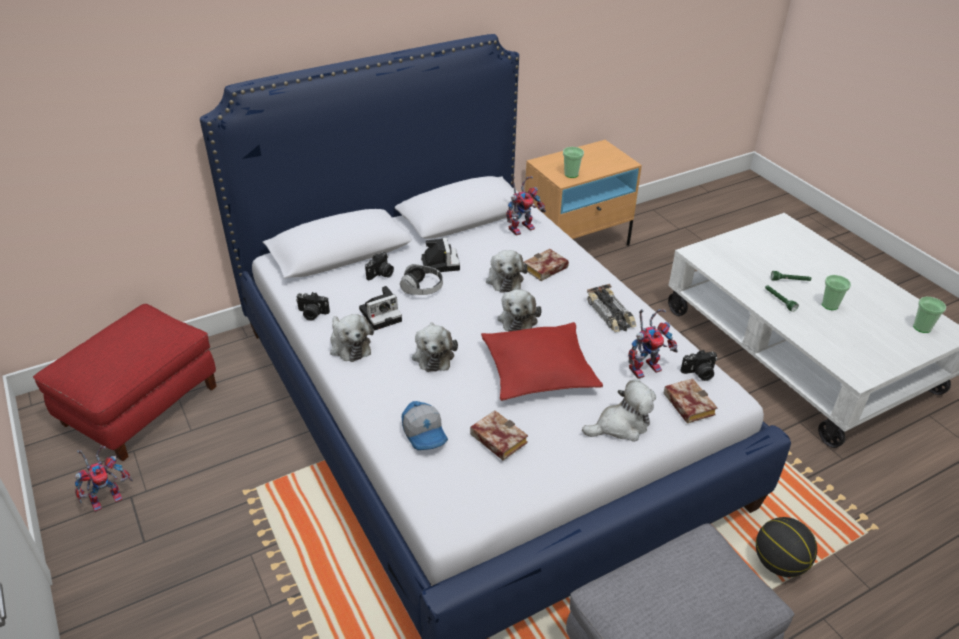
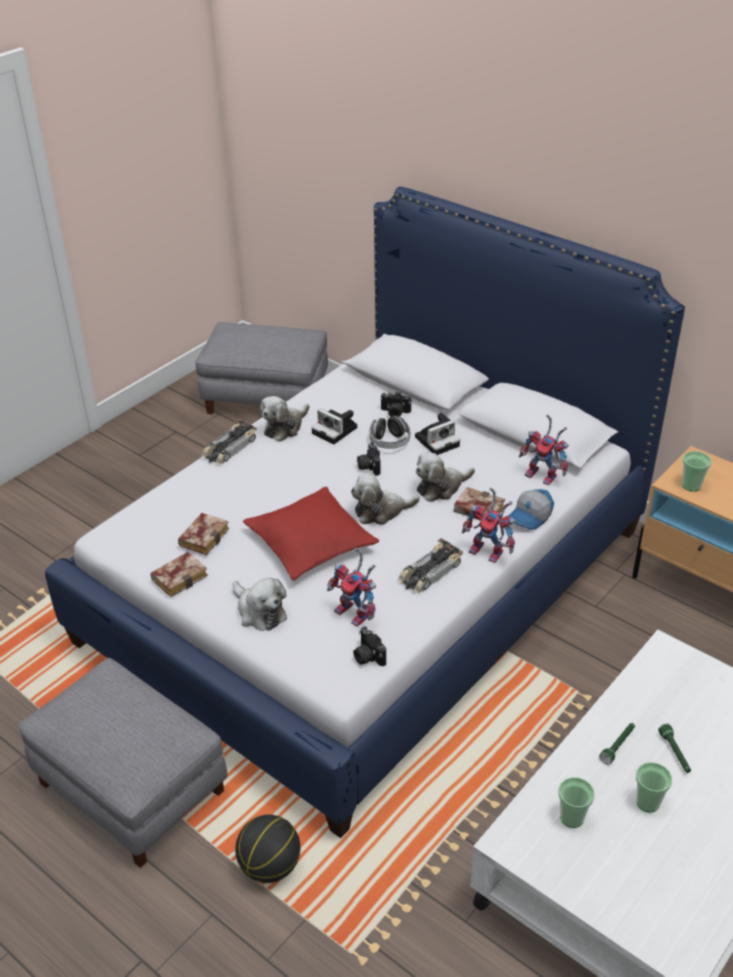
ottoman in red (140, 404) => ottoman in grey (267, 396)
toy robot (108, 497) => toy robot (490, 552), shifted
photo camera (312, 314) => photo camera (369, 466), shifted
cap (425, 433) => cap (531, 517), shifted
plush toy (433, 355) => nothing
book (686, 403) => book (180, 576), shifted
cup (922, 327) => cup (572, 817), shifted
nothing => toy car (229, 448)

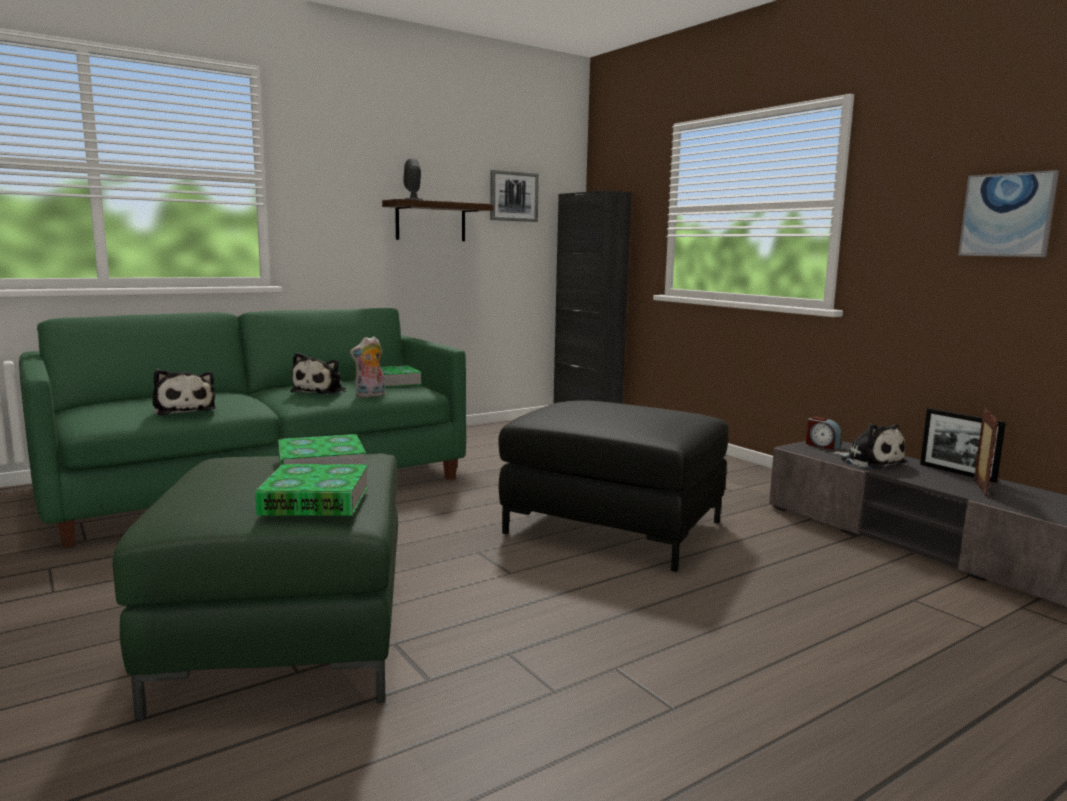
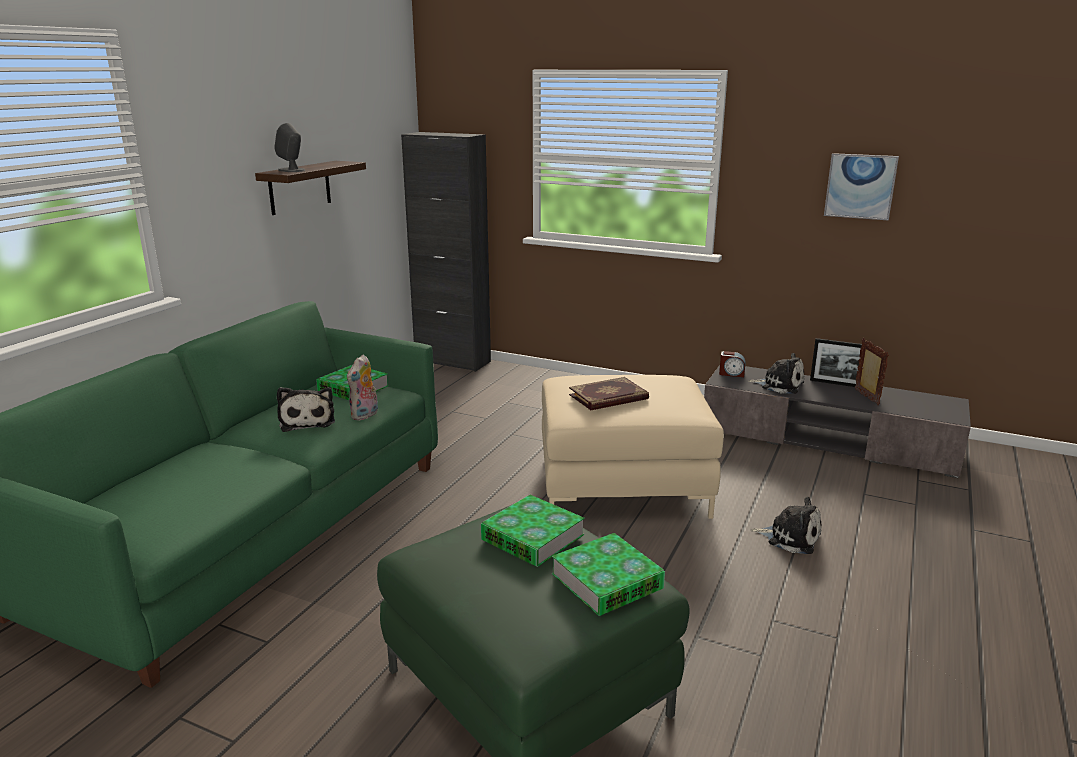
plush toy (184, 410) => plush toy (790, 537), shifted
picture (513, 196) => nothing
ottoman in black (613, 527) => ottoman in beige (622, 487)
nothing => book (609, 397)

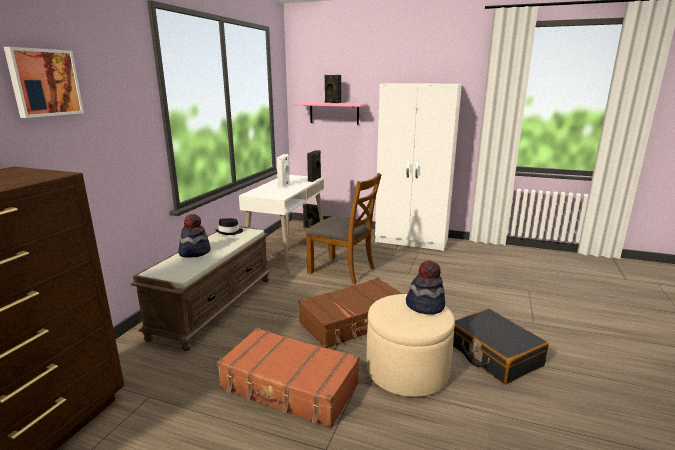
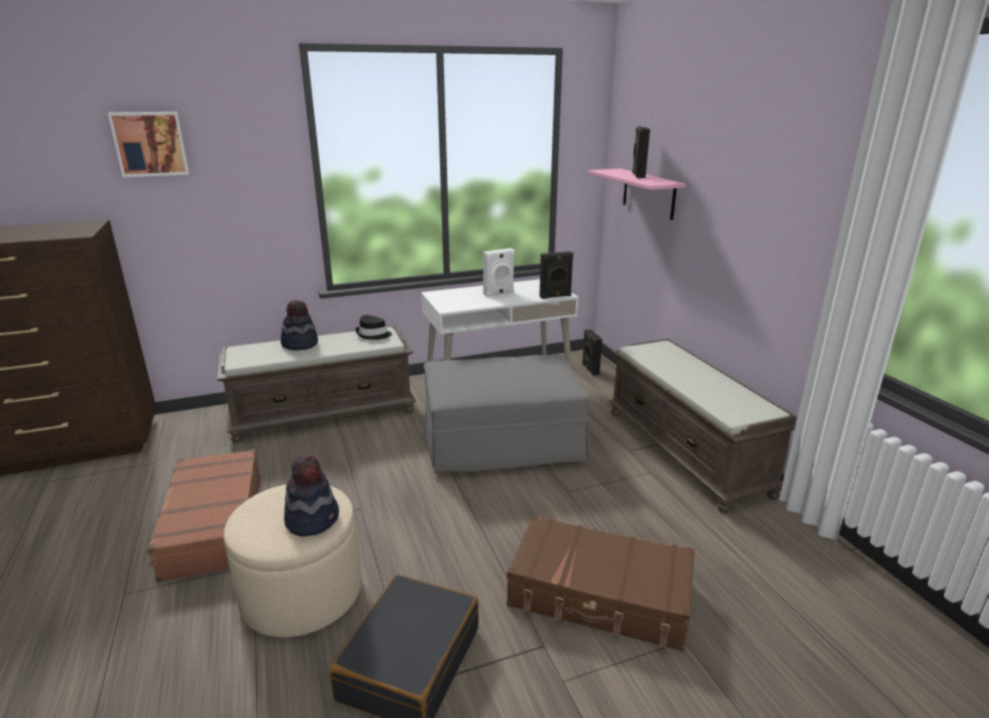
suitcase in brown (354, 321) => suitcase in brown (600, 596), shifted
chair in brown (342, 270) => ottoman in grey (502, 441)
wardrobe in white (412, 240) => bench in brown (687, 451)

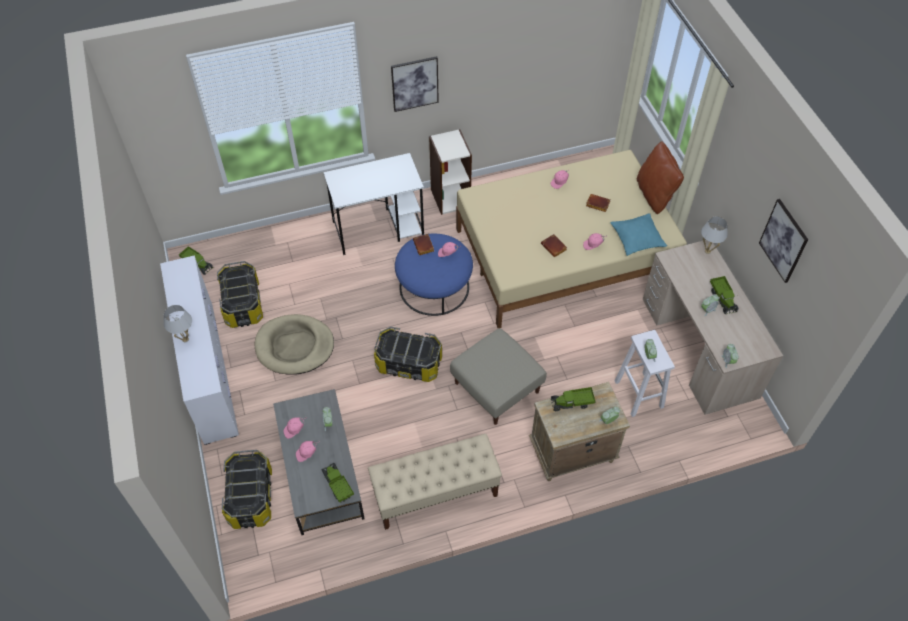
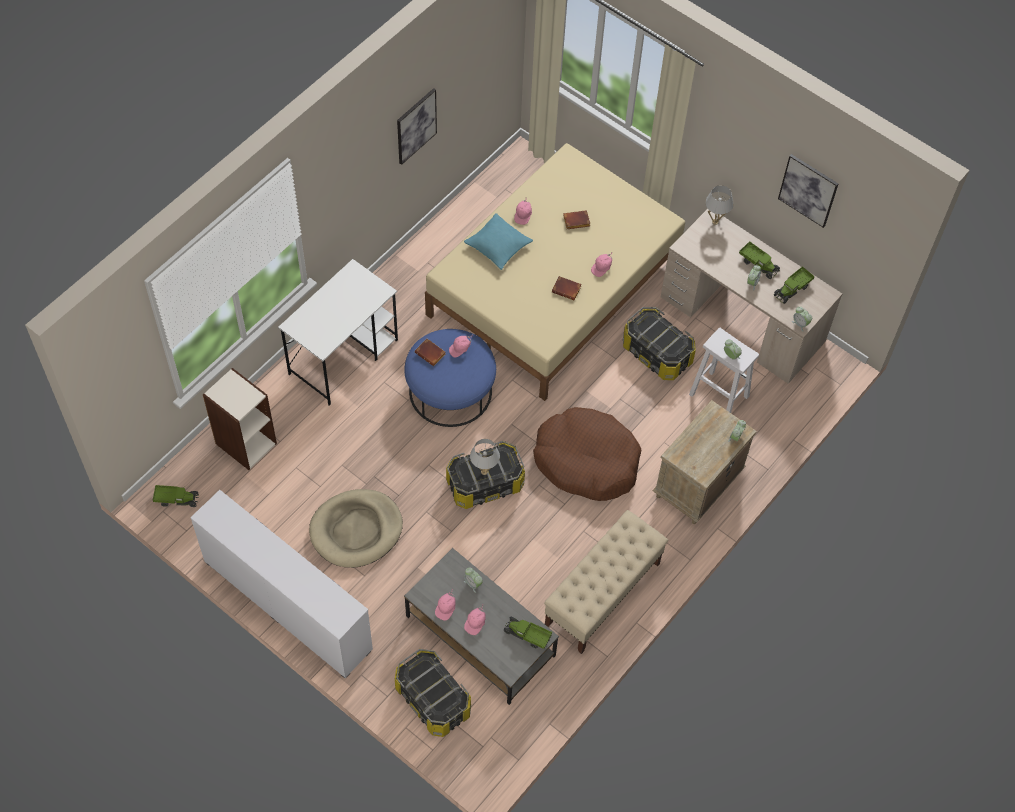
table lamp in white (185, 339) => table lamp in white (484, 471), shifted
storage box (243, 304) => storage box (657, 353), shifted
picture (415, 83) => picture (416, 126), shifted
bookcase (450, 198) => bookcase (245, 443), shifted
ottoman in beige (497, 387) => dog bed in brown (586, 461)
toy truck (572, 403) => toy truck (792, 289), shifted
pillow in turquoise (637, 238) => pillow in turquoise (498, 245), shifted
pillow in brown (654, 195) => nothing

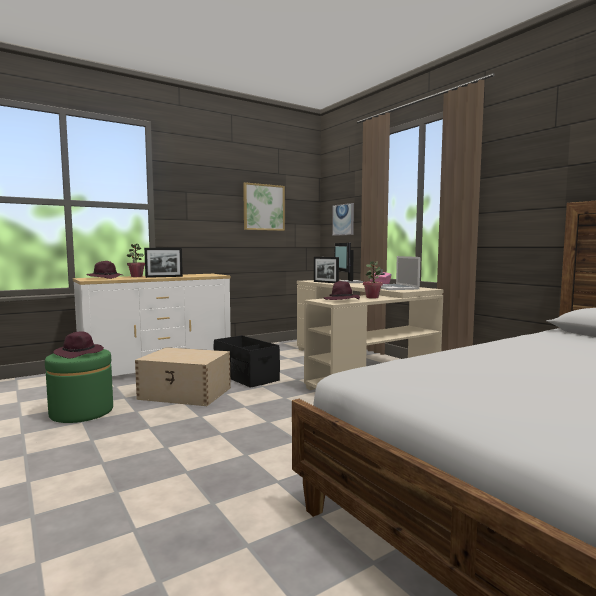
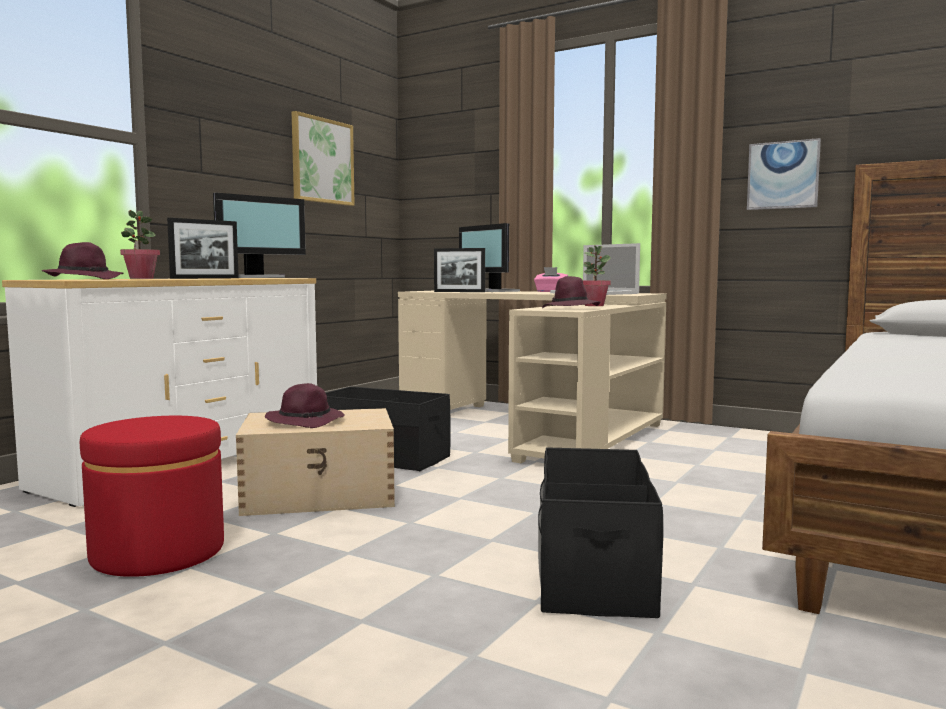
ottoman in green (81, 412) => ottoman in red (158, 552)
hat in purple (80, 353) => hat in purple (306, 421), shifted
picture (343, 219) => picture (783, 175), shifted
nothing => monitor (256, 277)
nothing => storage box in black (592, 572)

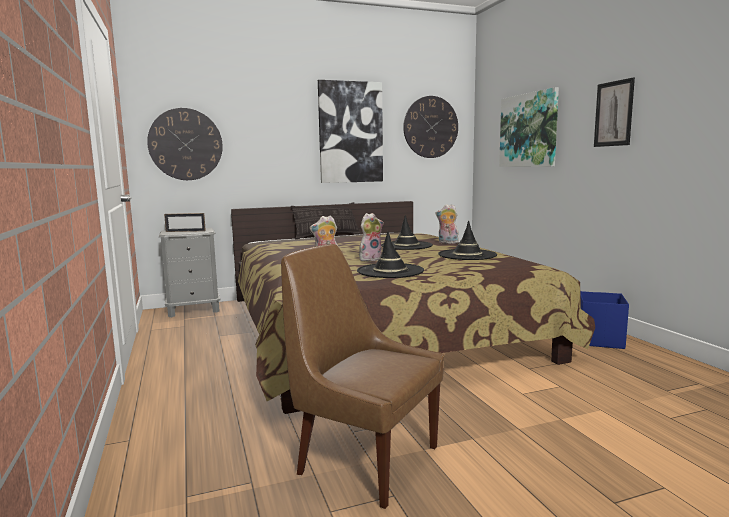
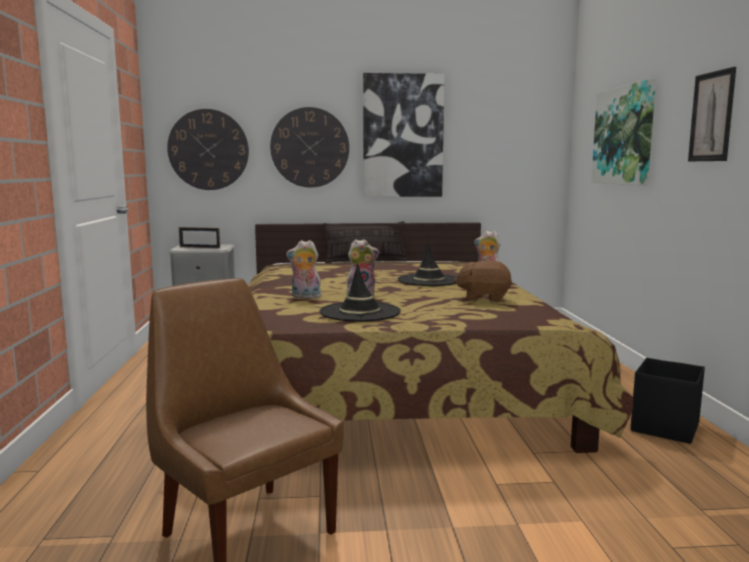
wall clock (430, 127) => wall clock (310, 147), shifted
hat in black (467, 255) => plush toy in brown (483, 298)
storage box in blue (599, 340) => storage box in black (664, 427)

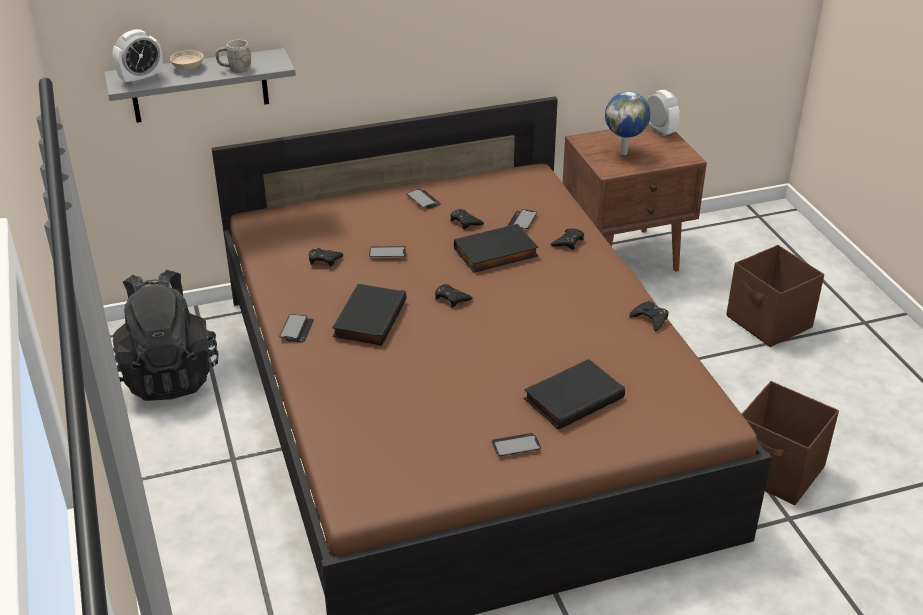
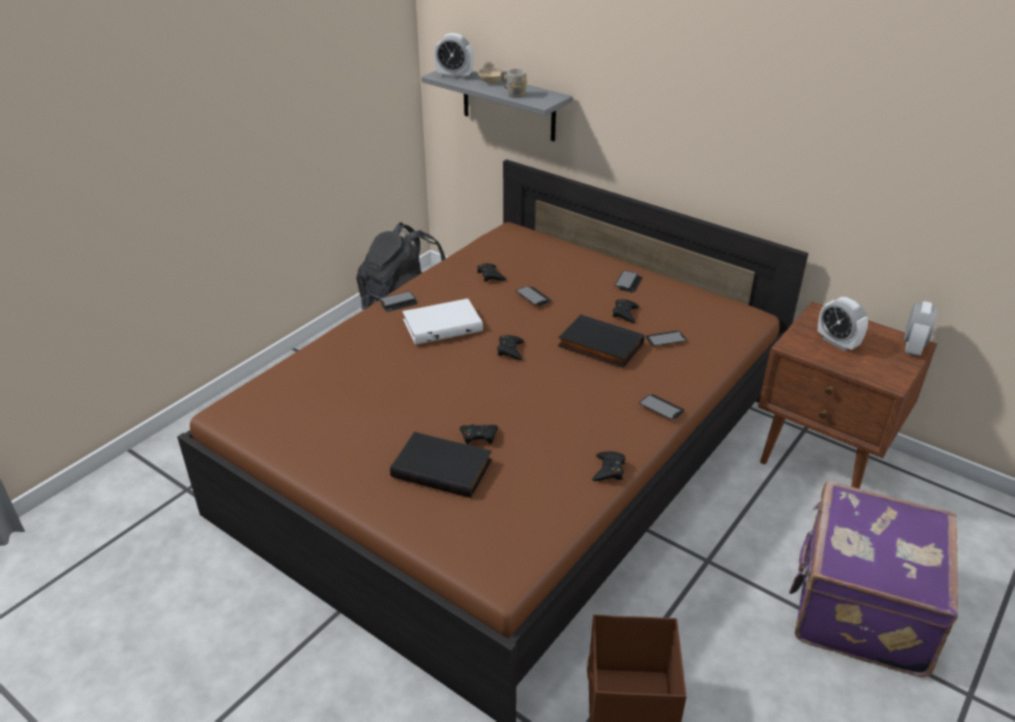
book in black (368, 318) => book in white (442, 324)
phone (516, 446) => phone (661, 408), shifted
game controller in black (568, 242) => game controller in black (479, 436), shifted
globe (624, 153) => alarm clock (837, 342)
storage box in brown (769, 323) => suitcase in purple (859, 608)

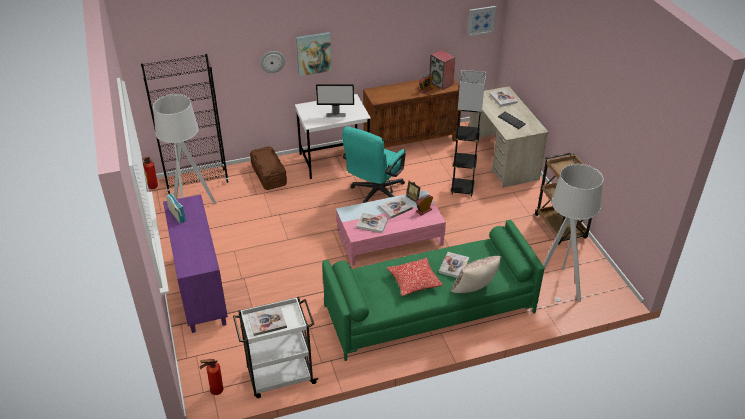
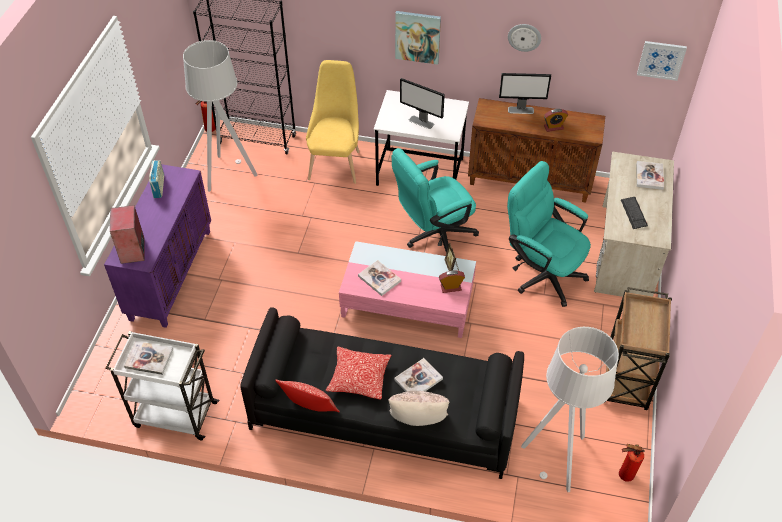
fire extinguisher (214, 391) => fire extinguisher (623, 475), shifted
storage box in brown (269, 175) => chair in yellow (336, 162)
wall clock (272, 61) => wall clock (524, 37), shifted
sofa in green (429, 309) => sofa in black (383, 412)
book (395, 208) => nothing
speaker (441, 83) => speaker (133, 251), shifted
floor lamp in grey (462, 189) => office chair in turquoise (542, 273)
nothing => pillow (310, 409)
nothing => monitor (521, 110)

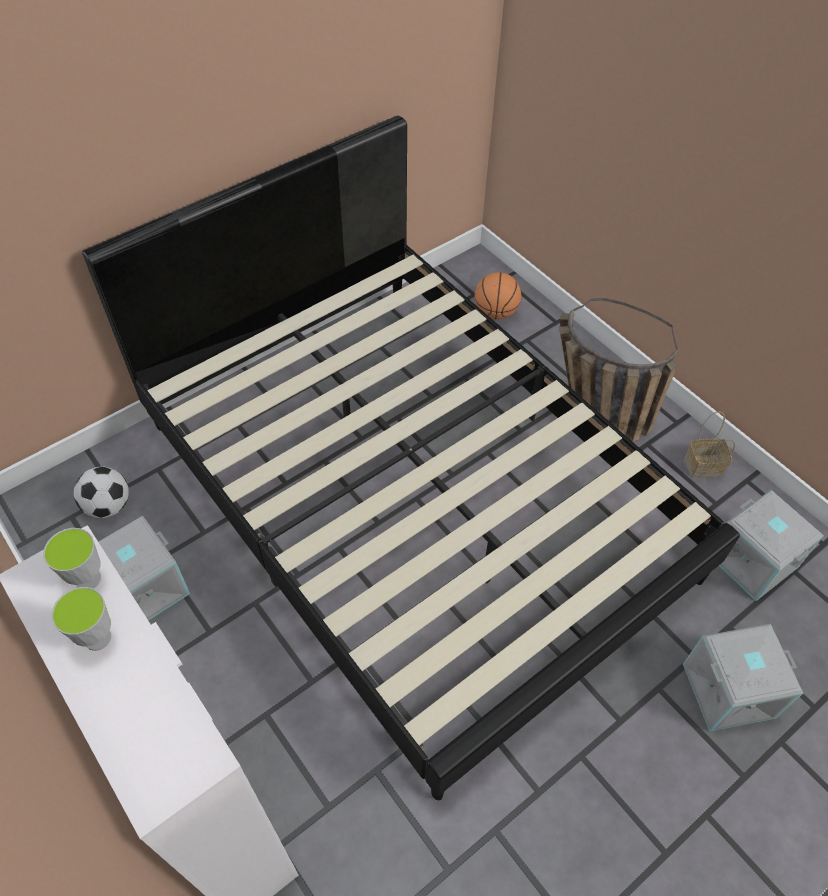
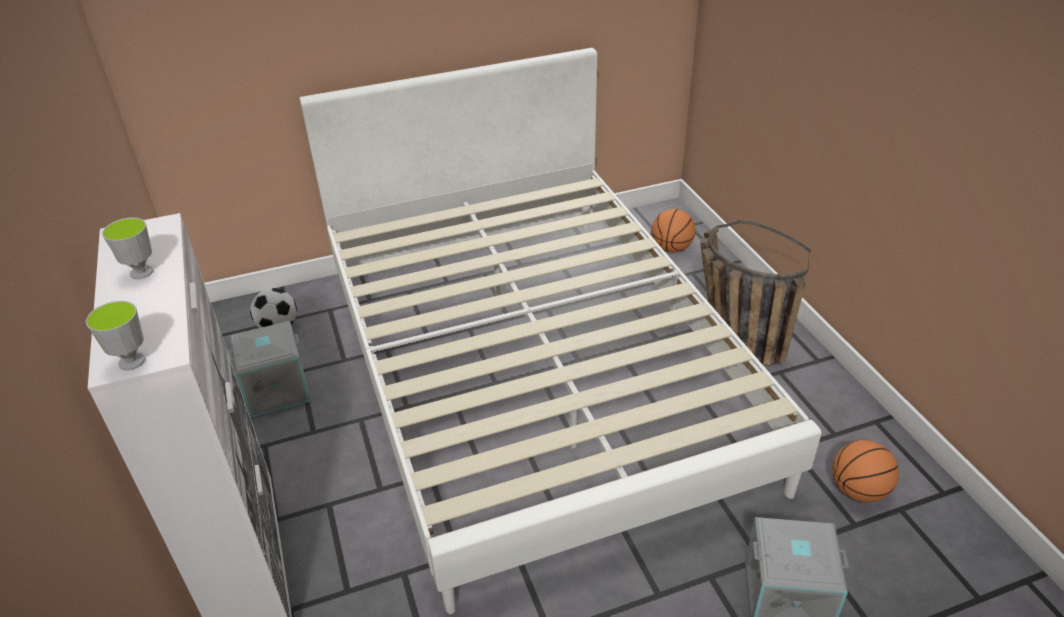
cup (88, 579) => cup (131, 362), shifted
bed in black (413, 496) => bed in white (534, 370)
basket (704, 465) => nothing
storage box in grey (754, 560) => basketball (858, 490)

